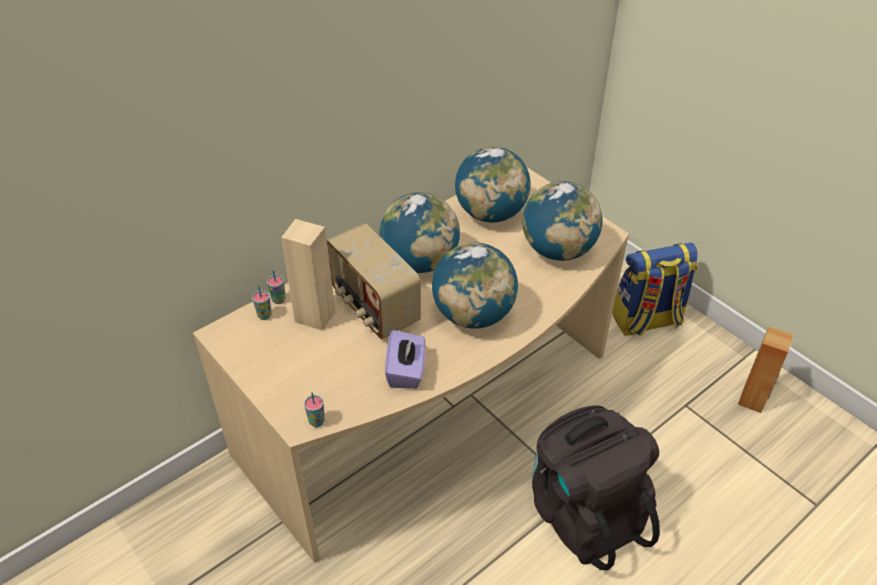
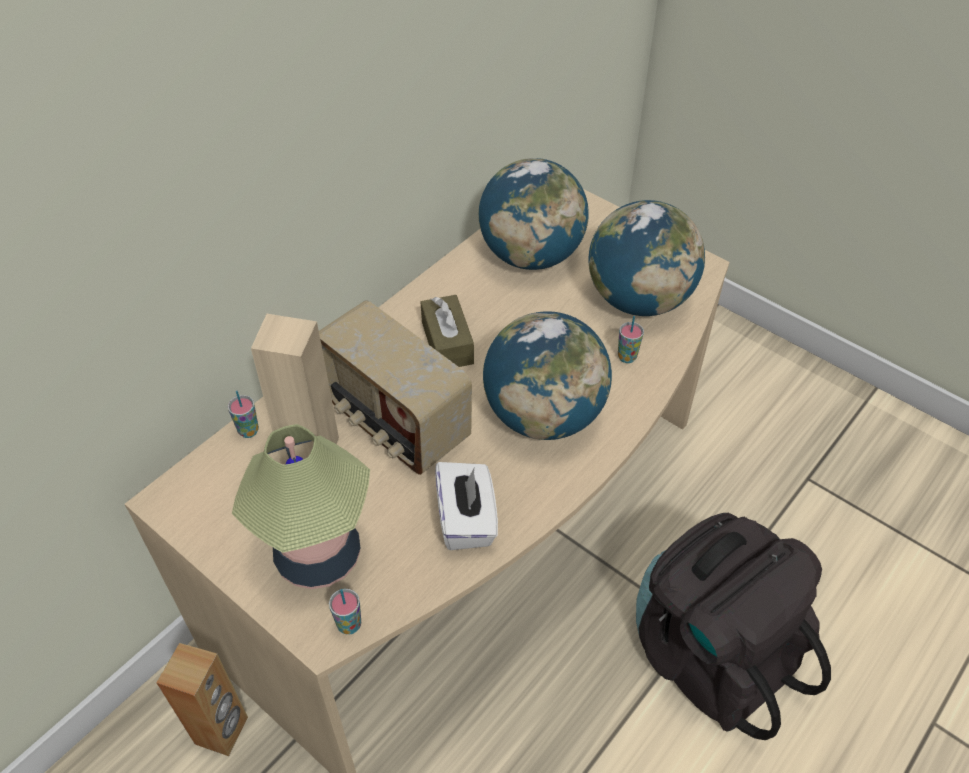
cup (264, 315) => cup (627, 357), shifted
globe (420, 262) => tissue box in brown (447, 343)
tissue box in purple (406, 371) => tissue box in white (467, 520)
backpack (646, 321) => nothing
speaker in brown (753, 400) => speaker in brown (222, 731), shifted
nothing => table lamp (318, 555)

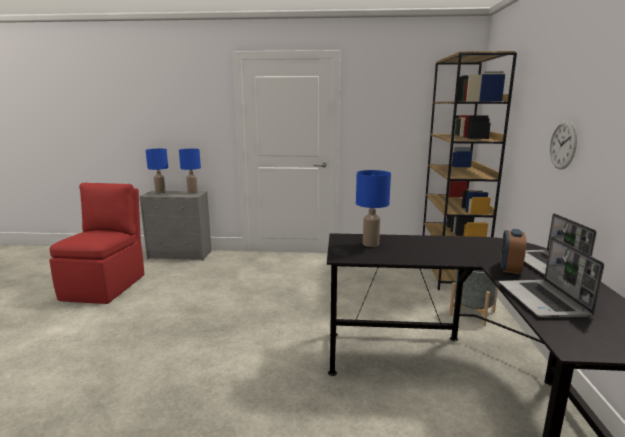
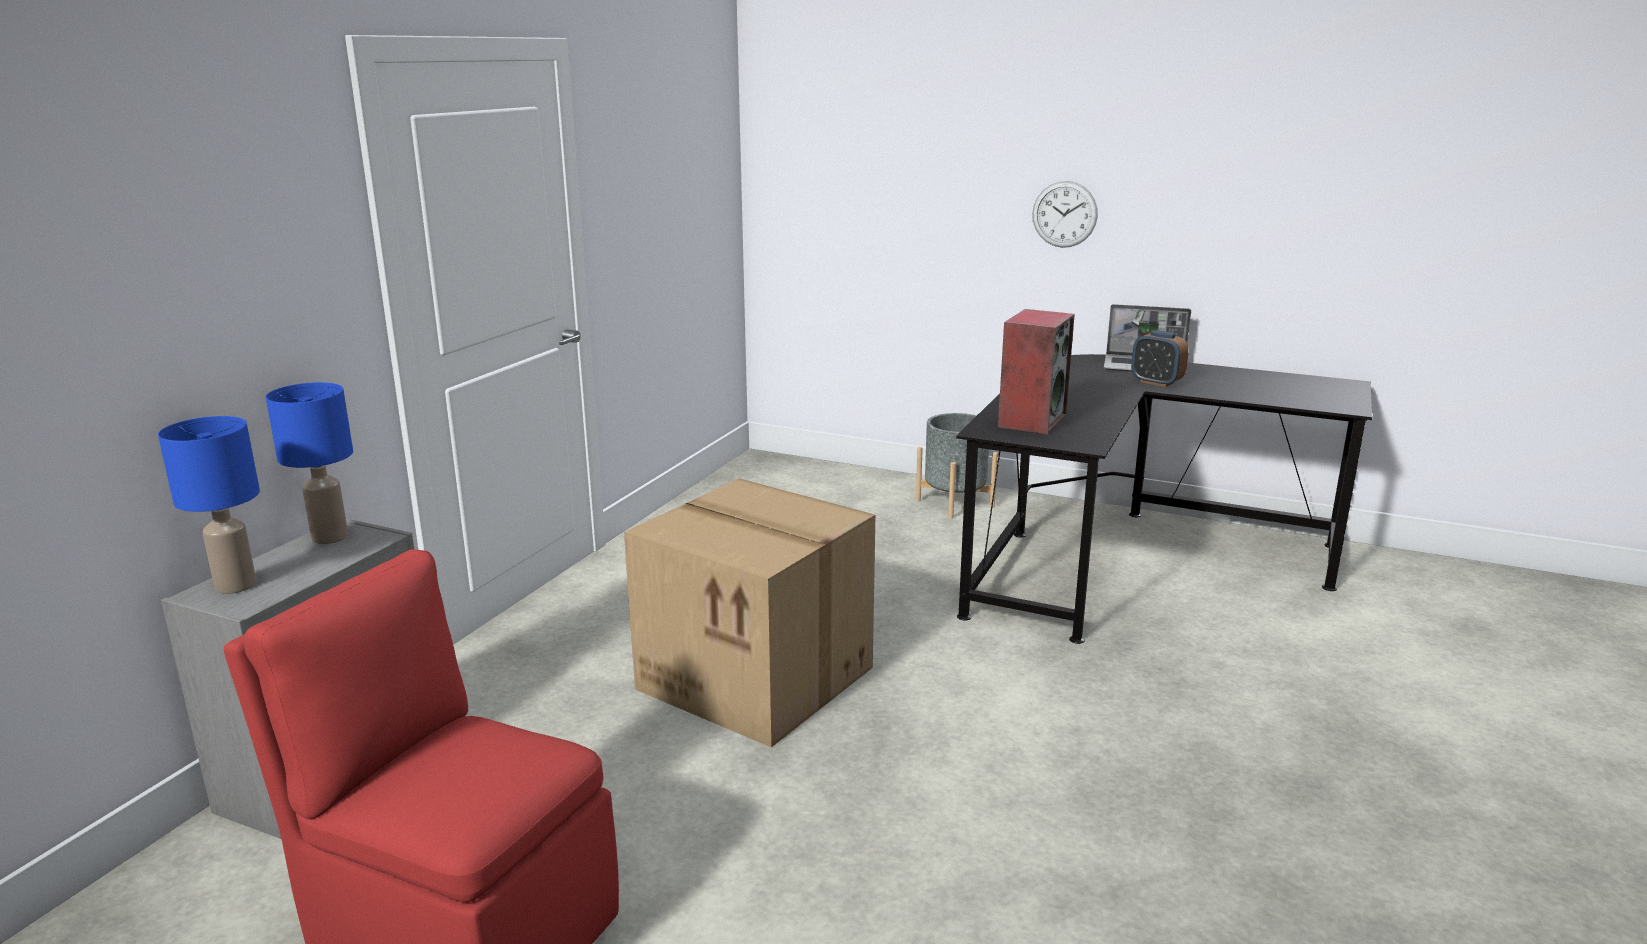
table lamp in blue (371, 244) => speaker (1031, 420)
bookcase in brown (451, 272) => nothing
laptop (543, 300) => nothing
nothing => cardboard box (759, 678)

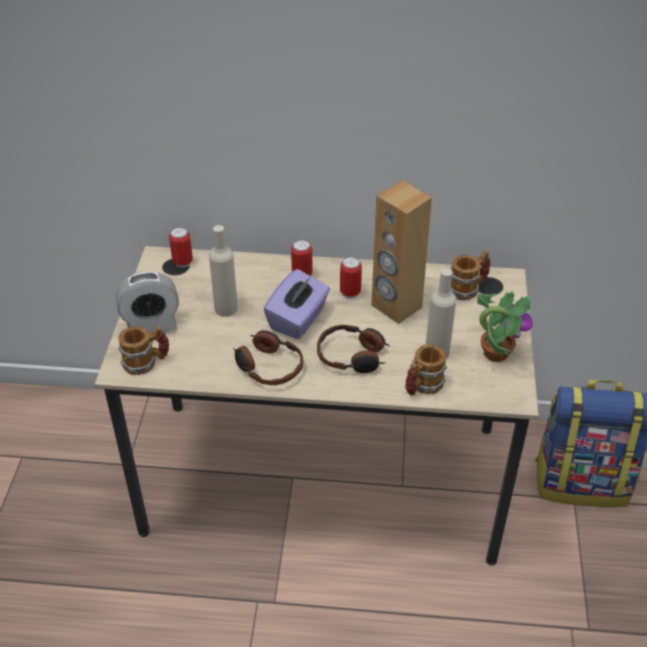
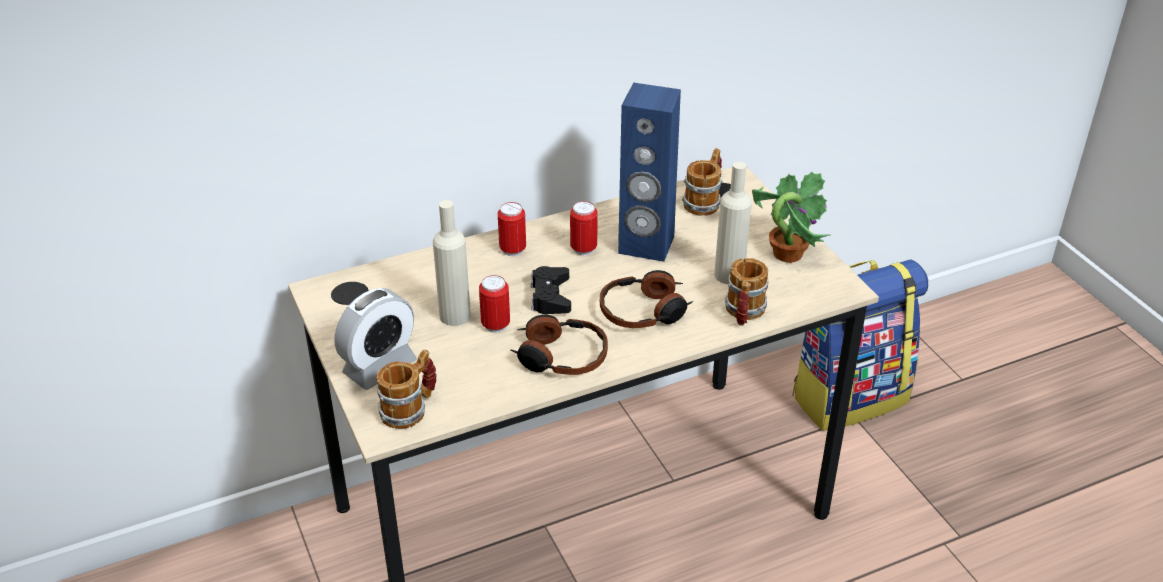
can (182, 262) => can (495, 325), shifted
tissue box in purple (298, 319) => game controller in black (550, 297)
speaker in brown (396, 306) => speaker in blue (646, 245)

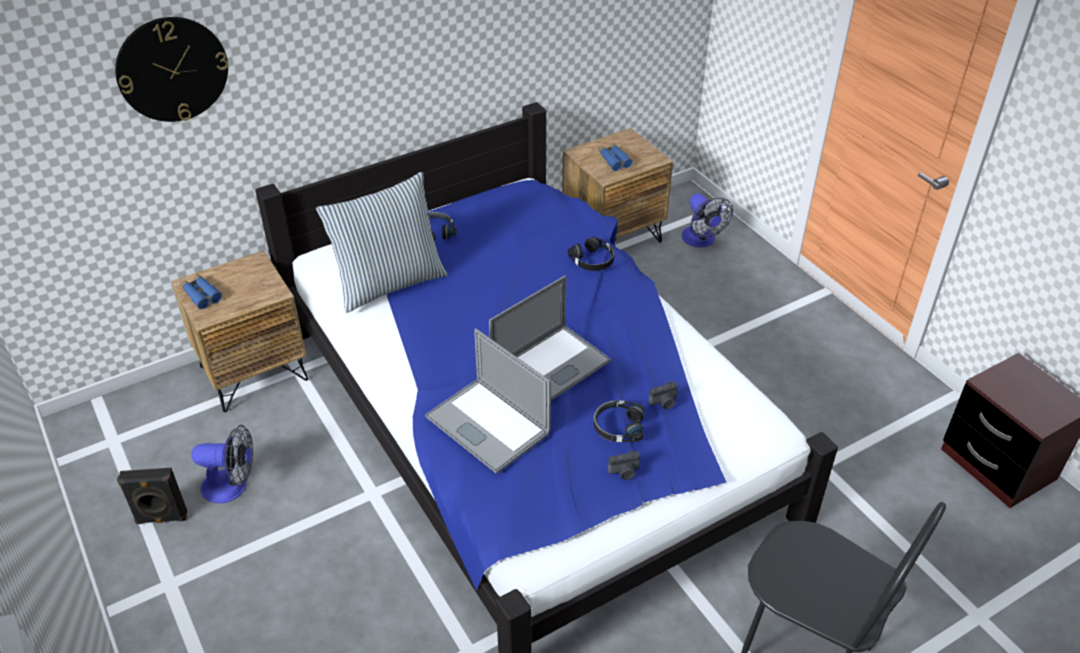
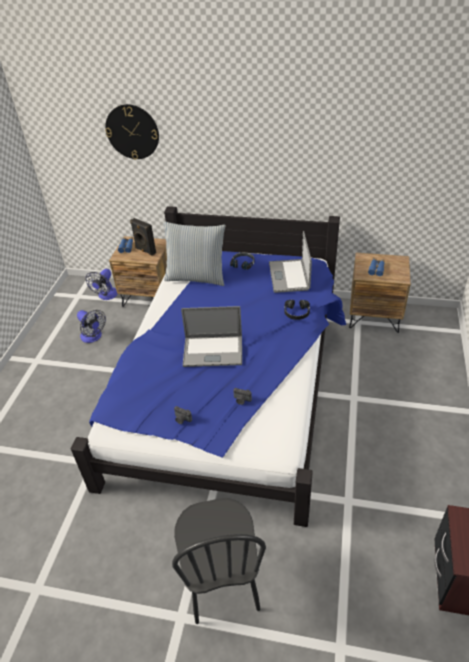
speaker in black (161, 519) => speaker in black (145, 251), shifted
laptop (487, 425) => laptop (289, 276), shifted
headphones in black (618, 426) => nothing
fan (701, 240) => fan (106, 296), shifted

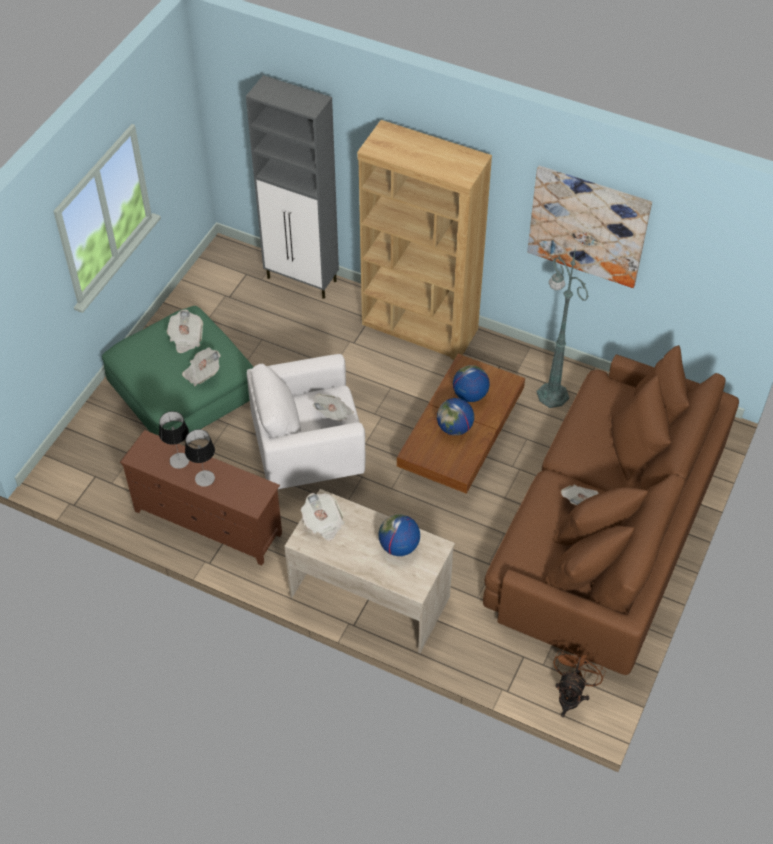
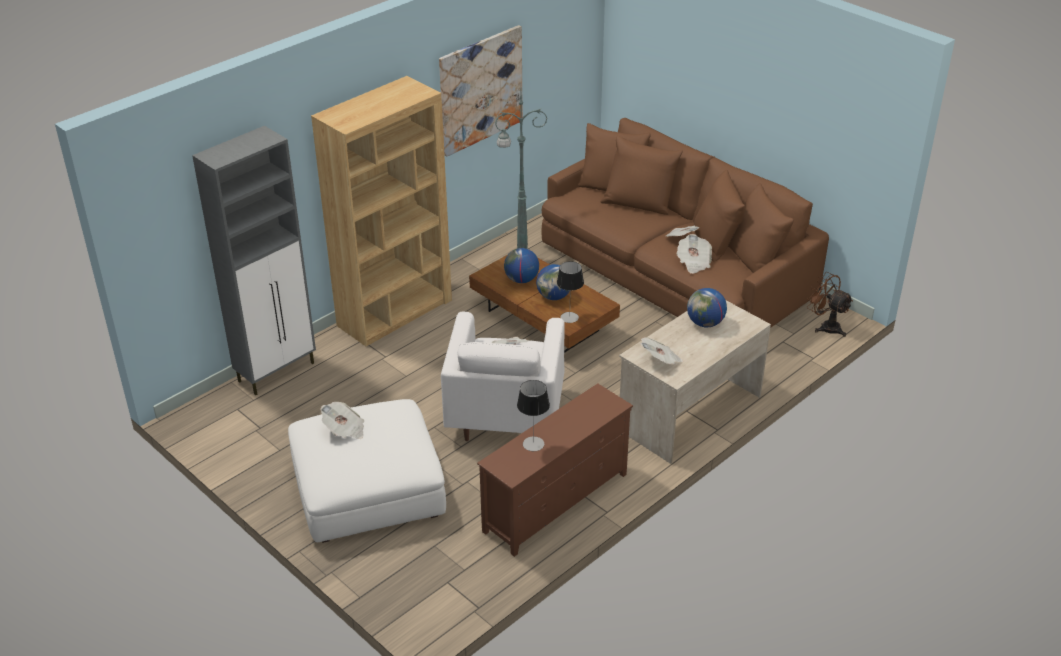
ottoman in green (183, 390) => ottoman in white (368, 488)
newspaper (202, 373) => newspaper (693, 262), shifted
table lamp (204, 478) => table lamp (569, 317), shifted

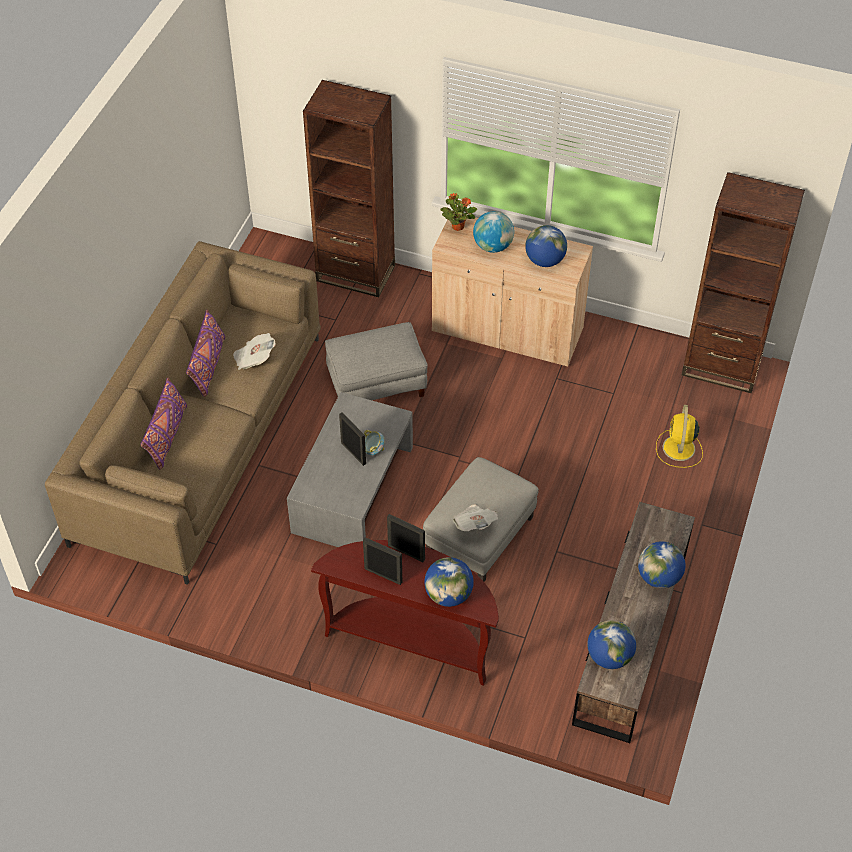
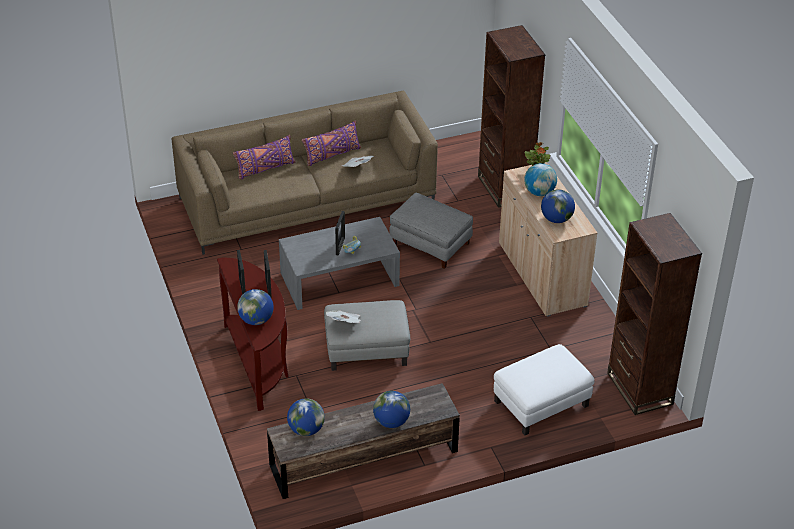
fan in yellow (678, 449) => ottoman in white (541, 404)

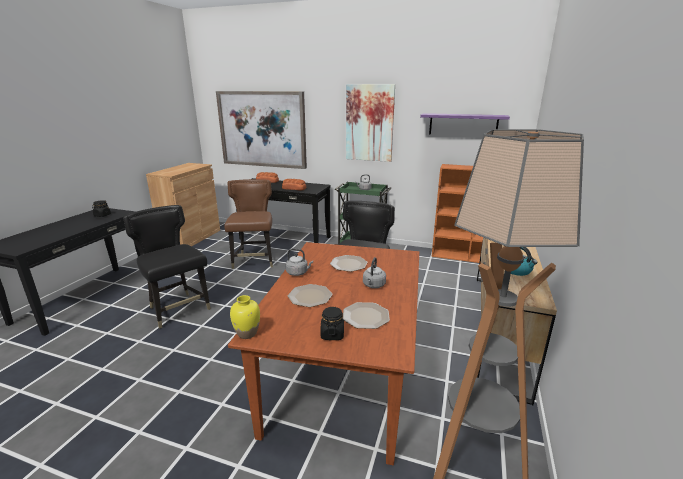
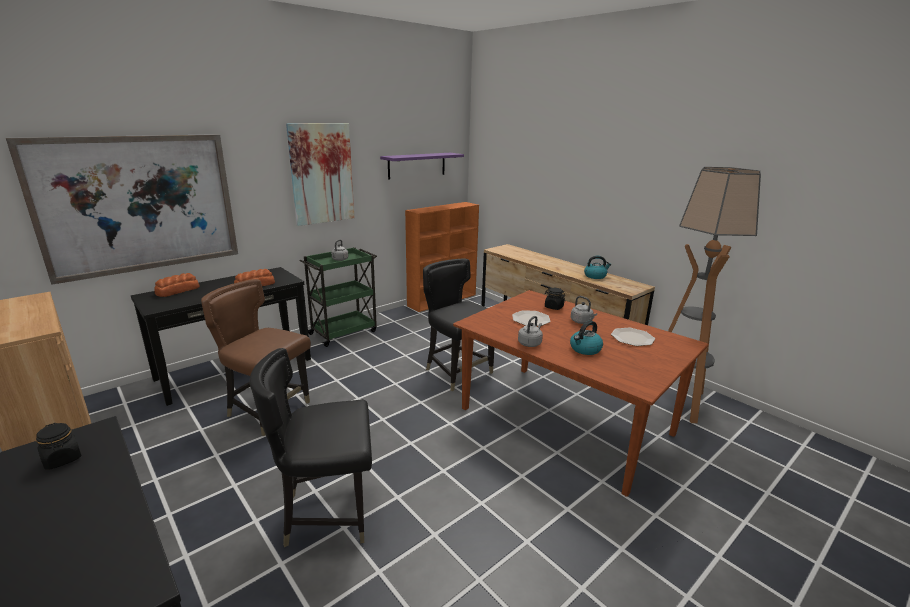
vase in yellow (247, 333) => nothing
plate (310, 296) => kettle (585, 349)
jar in black (332, 334) => jar in black (553, 307), shifted

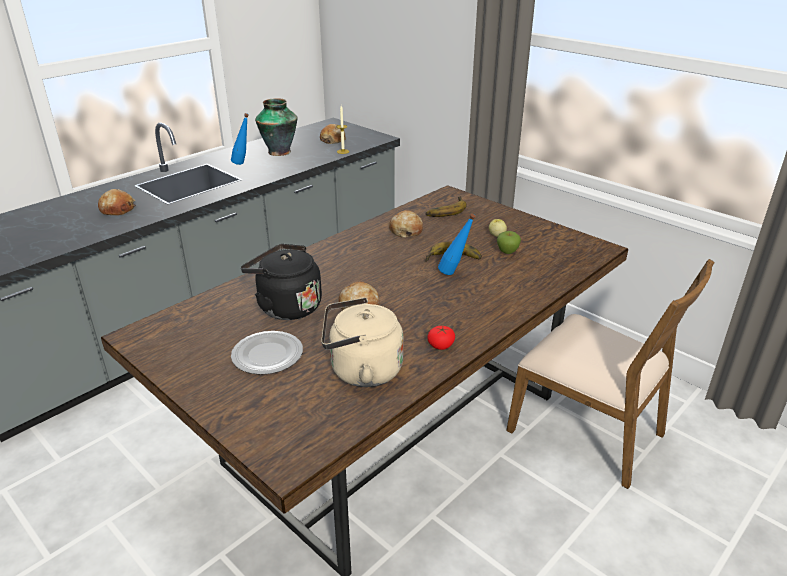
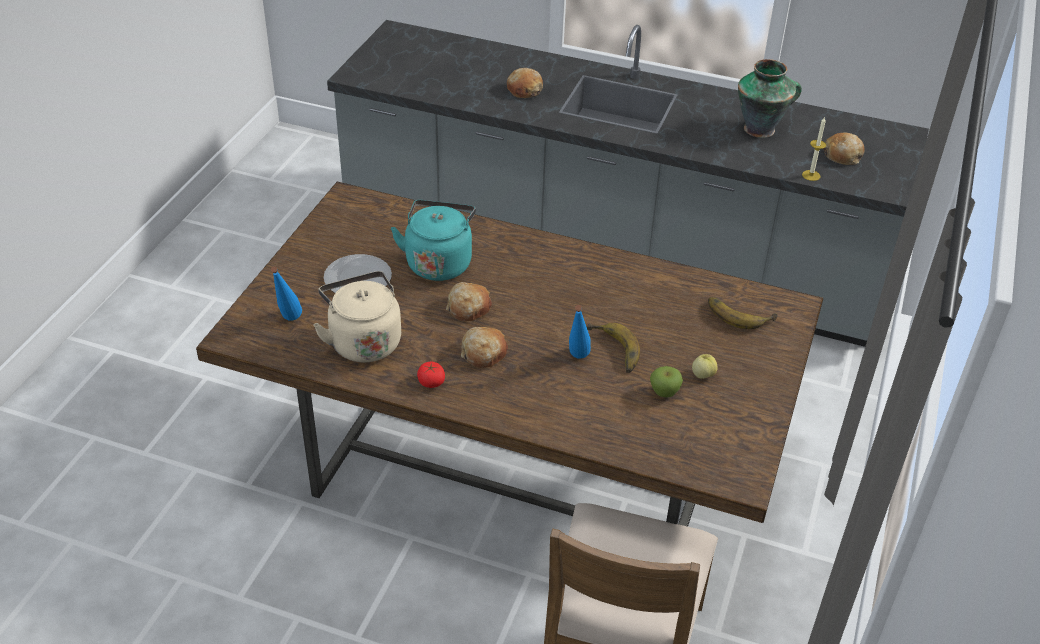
bottle in blue (243, 164) => bottle in blue (288, 322), shifted
kettle in black (286, 306) => kettle in turquoise (439, 262)
bread (406, 230) => bread (483, 353), shifted

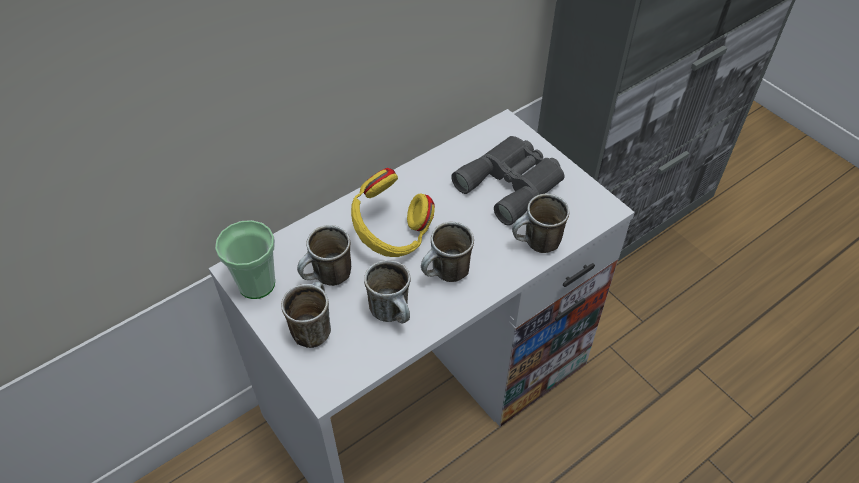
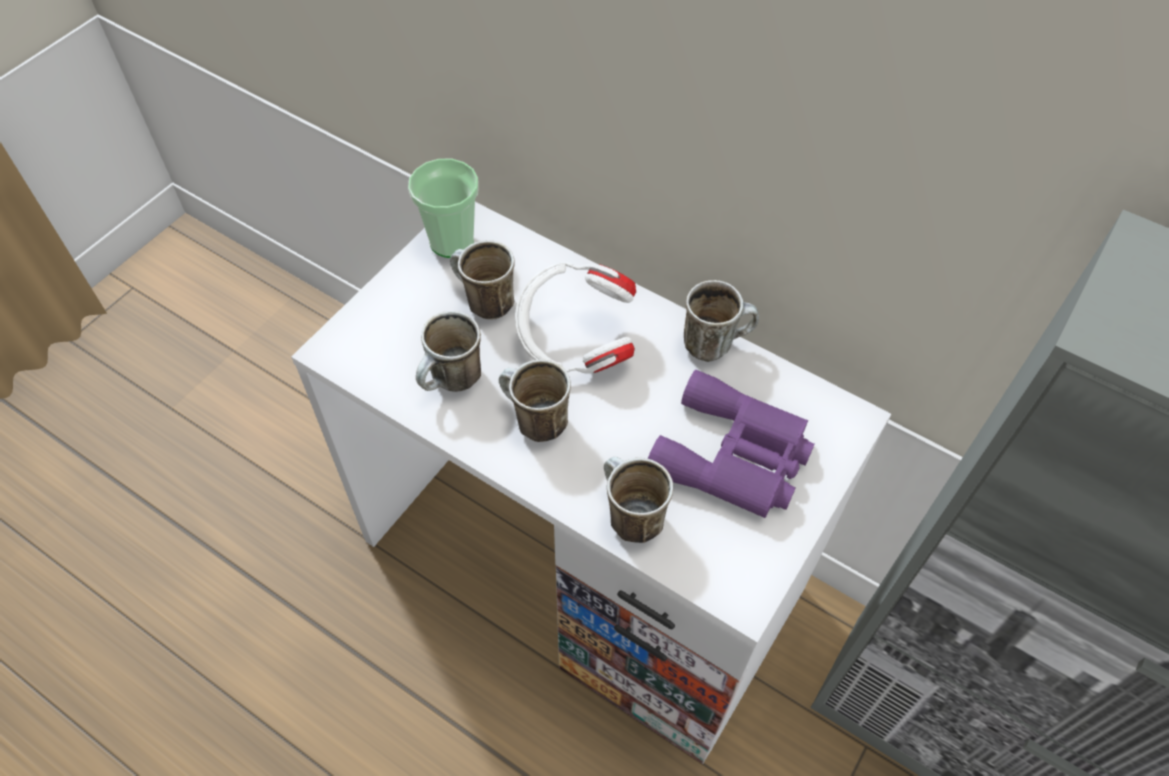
mug (312, 328) => mug (715, 343), shifted
headphones in yellow (391, 235) => headphones in white (575, 344)
binoculars in grey (513, 183) => binoculars in purple (735, 458)

